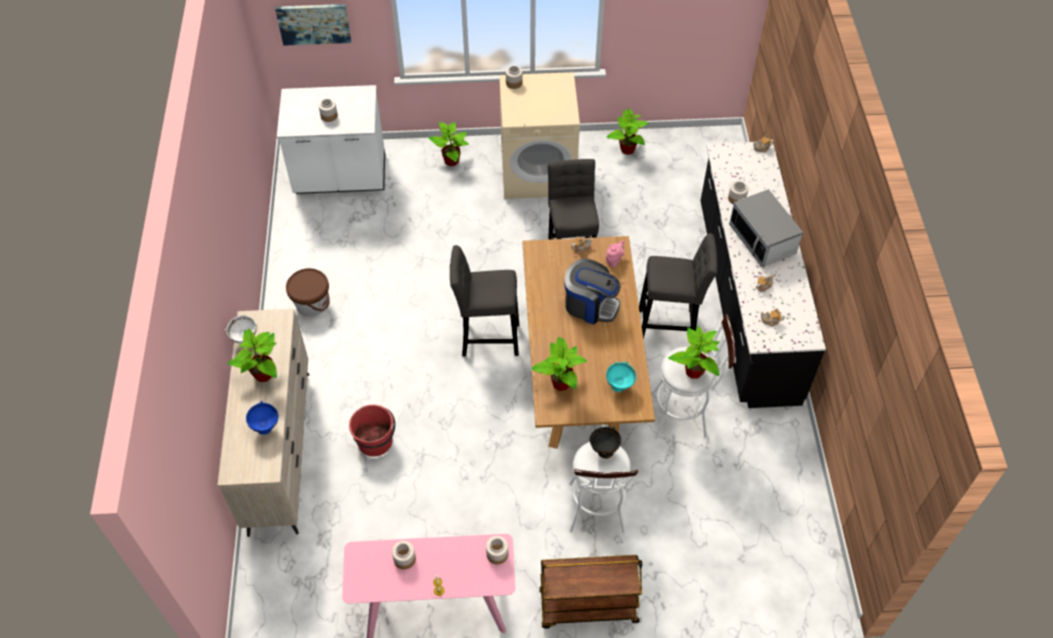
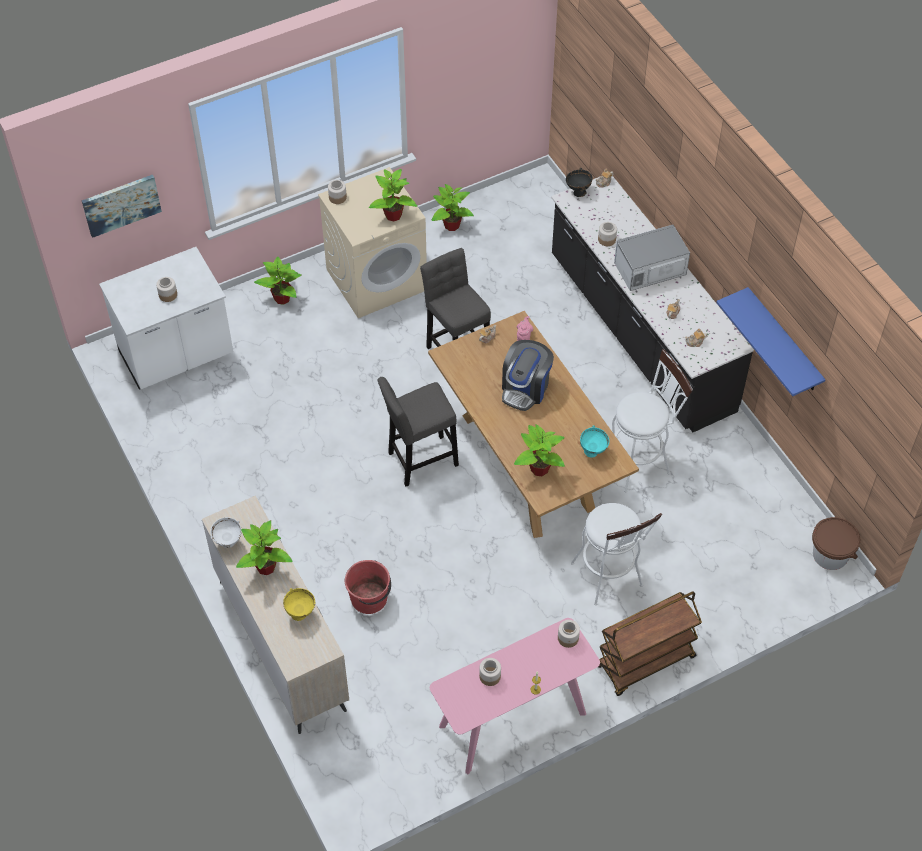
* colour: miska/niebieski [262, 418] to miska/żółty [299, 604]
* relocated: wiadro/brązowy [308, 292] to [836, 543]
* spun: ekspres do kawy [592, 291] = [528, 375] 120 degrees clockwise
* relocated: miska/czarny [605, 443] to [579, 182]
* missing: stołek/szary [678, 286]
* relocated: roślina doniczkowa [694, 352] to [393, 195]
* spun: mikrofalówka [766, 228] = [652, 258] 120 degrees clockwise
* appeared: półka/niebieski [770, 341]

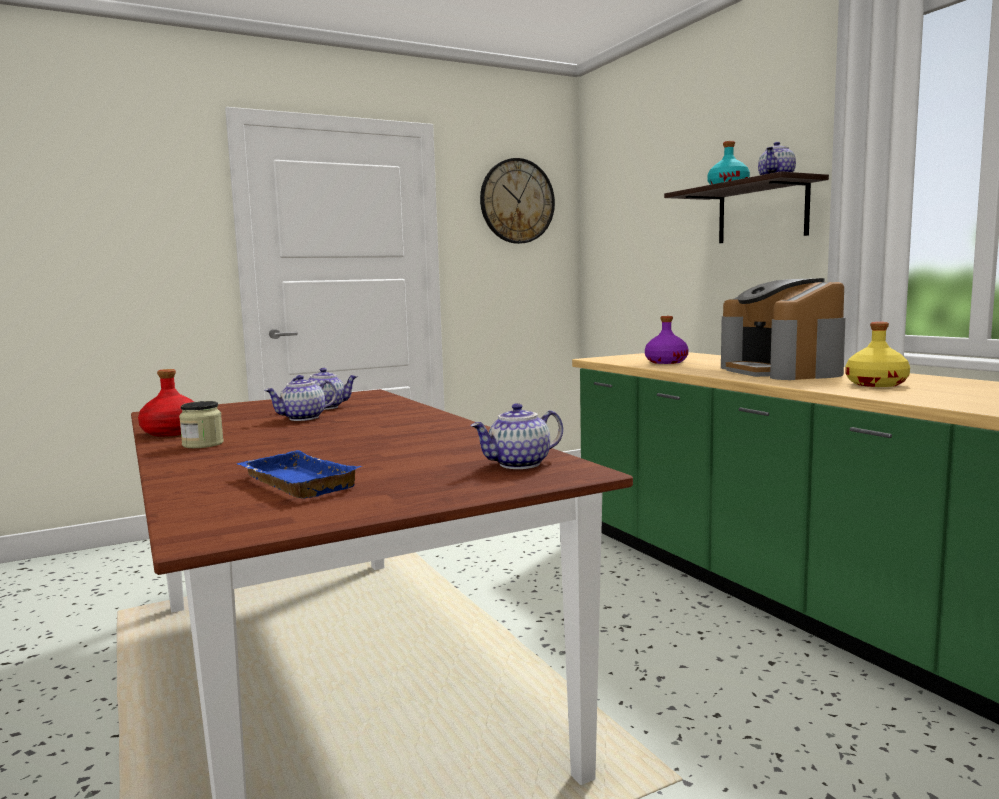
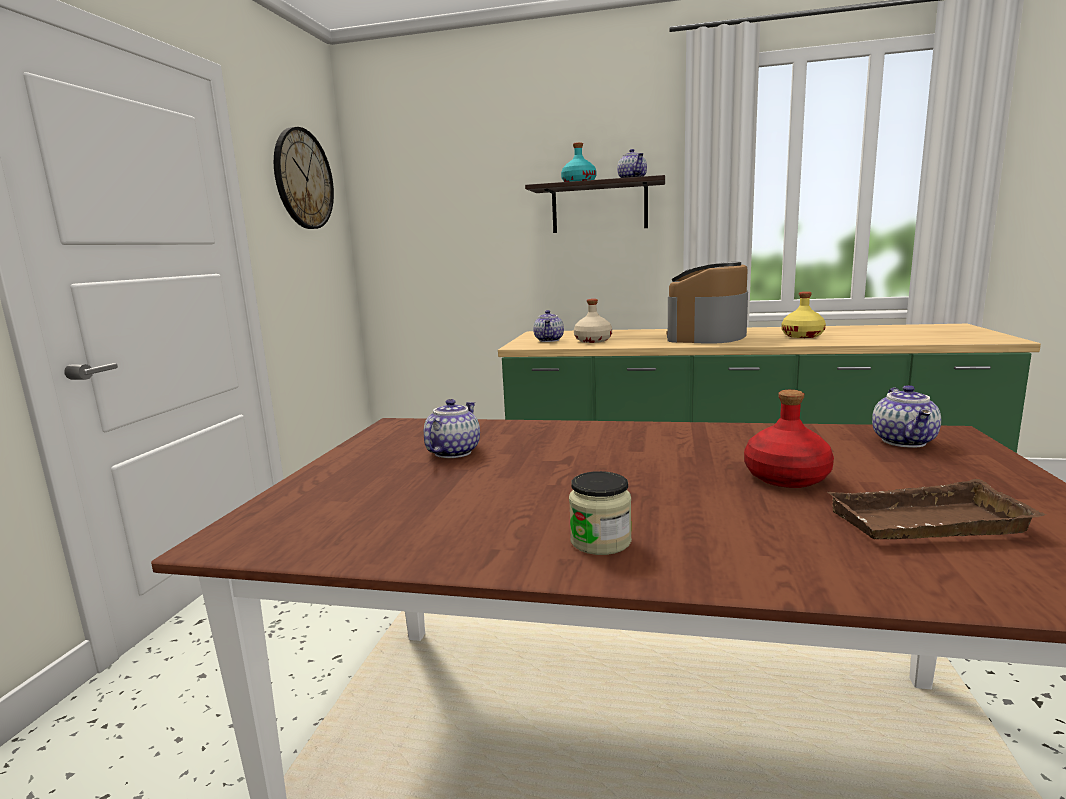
* relocated: butelka/czerwony [166, 402] to [789, 439]
* colour: taca/niebieski [299, 474] to taca/brązowy [937, 509]
* relocated: imbryk [300, 398] to [548, 326]
* colour: butelka/fioletowy [667, 340] to butelka/beżowy [593, 321]
* spun: ekspres do kawy [783, 329] = [707, 303] 90 degrees clockwise

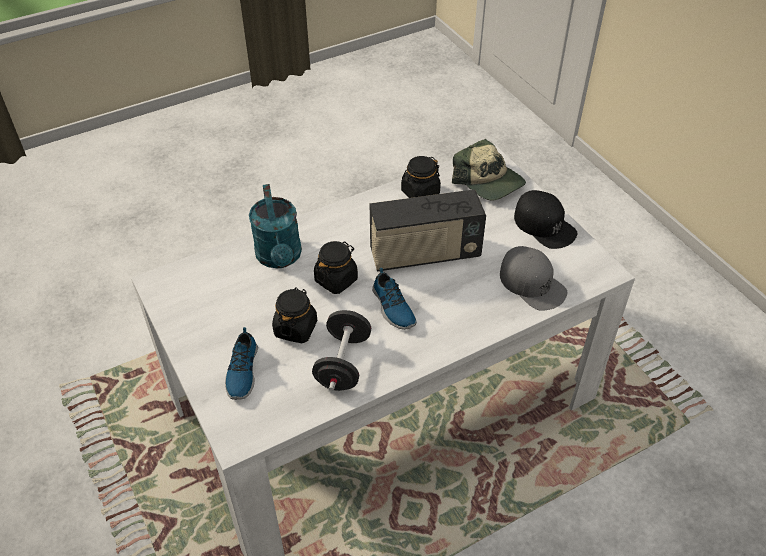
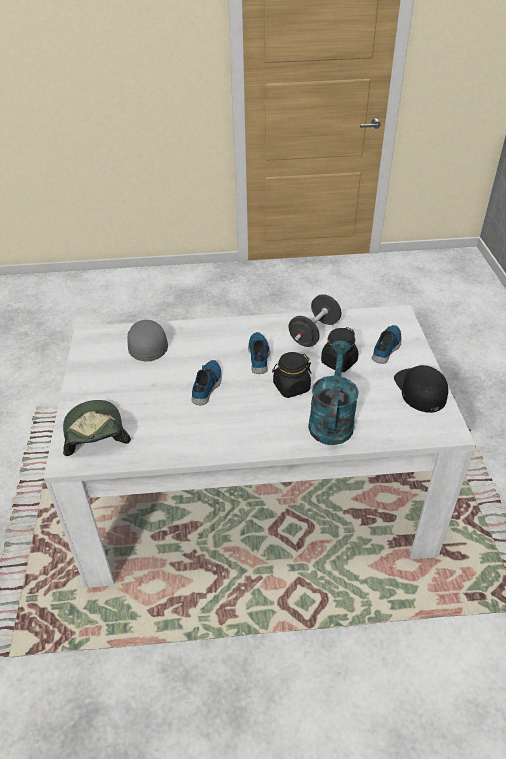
* exchanged: radio [428, 230] to but [206, 382]
* missing: słoik/czarny [421, 177]
* relocated: czapka z daszkiem/czarny [545, 219] to [421, 389]

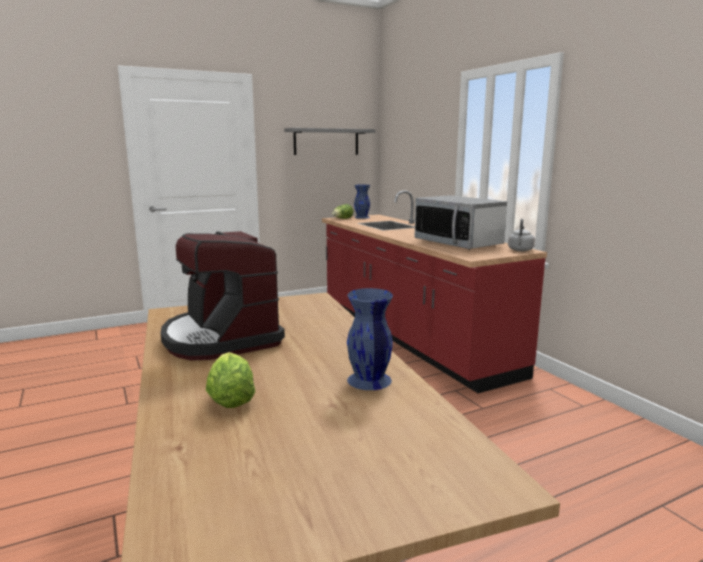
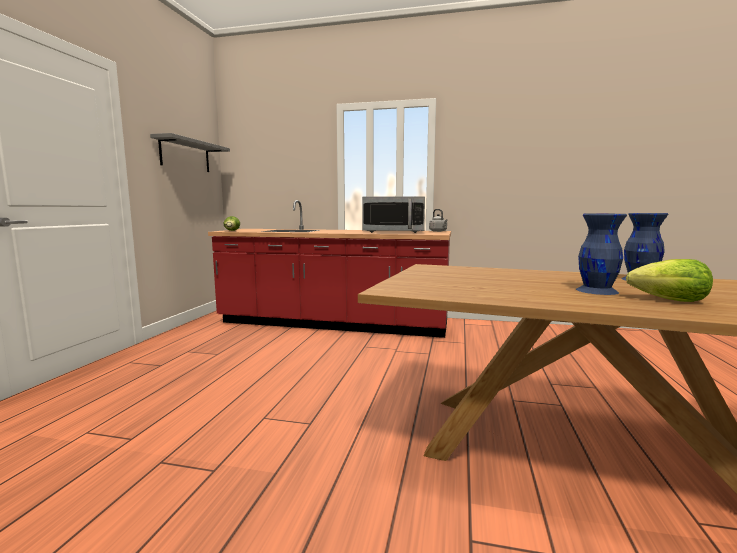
* missing: ekspres do kawy [223, 296]
* relocated: wazon/niebieski [362, 202] to [601, 254]

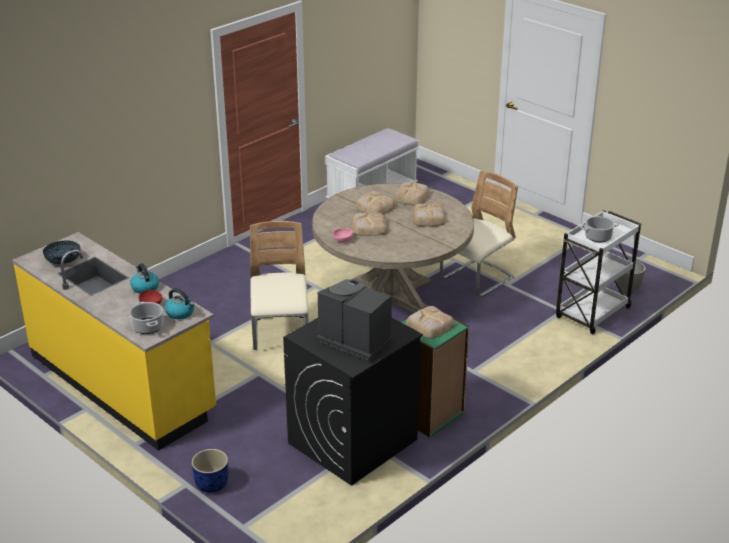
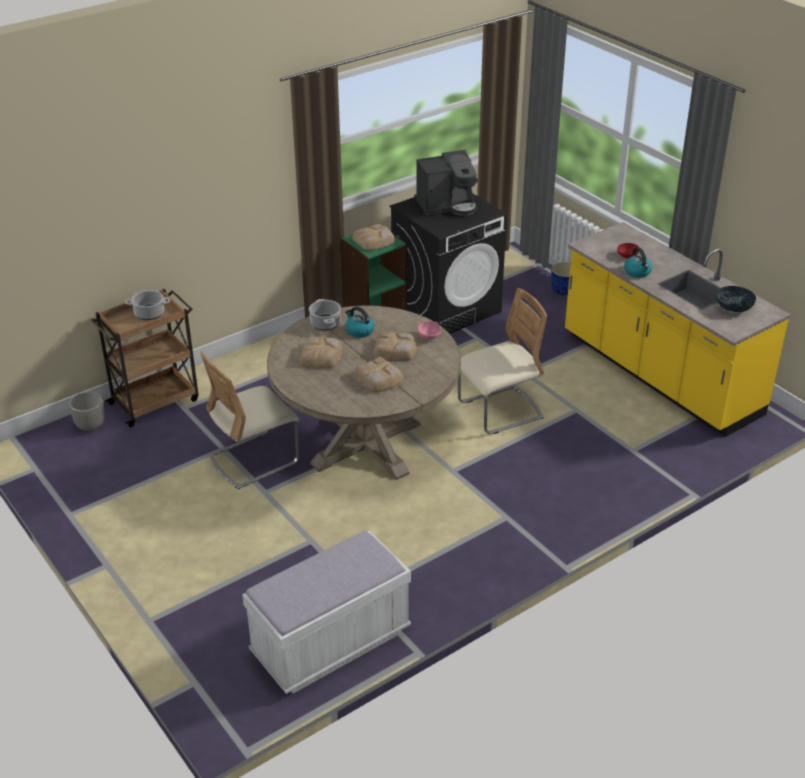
* relocated: garnek [146, 318] to [325, 314]
* relocated: czajnik [179, 303] to [359, 322]
* spun: krzesło/beżowy [279, 285] = [502, 361] 120 degrees counterclockwise
* spun: ekspres do kawy [354, 320] = [446, 183] 60 degrees counterclockwise
* missing: chleb [411, 194]
* colour: wózek/biały [599, 272] to wózek/brązowy [145, 358]

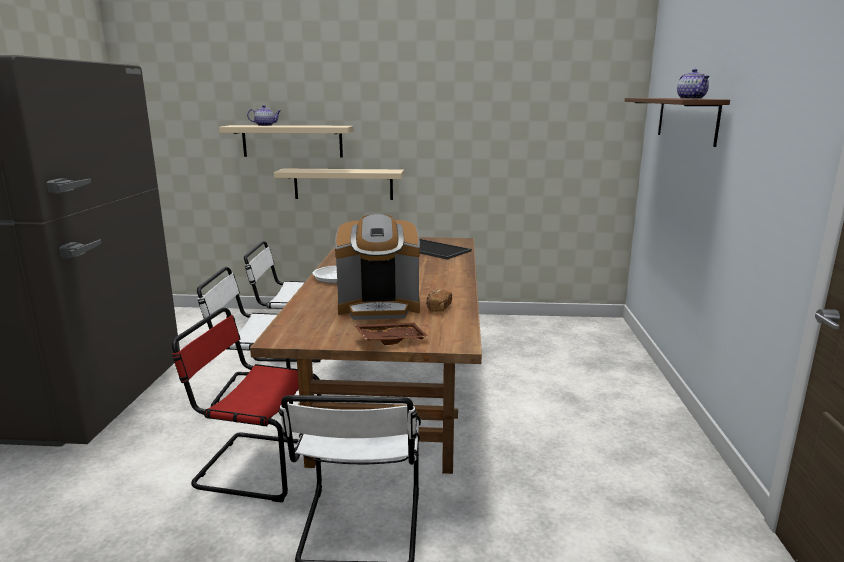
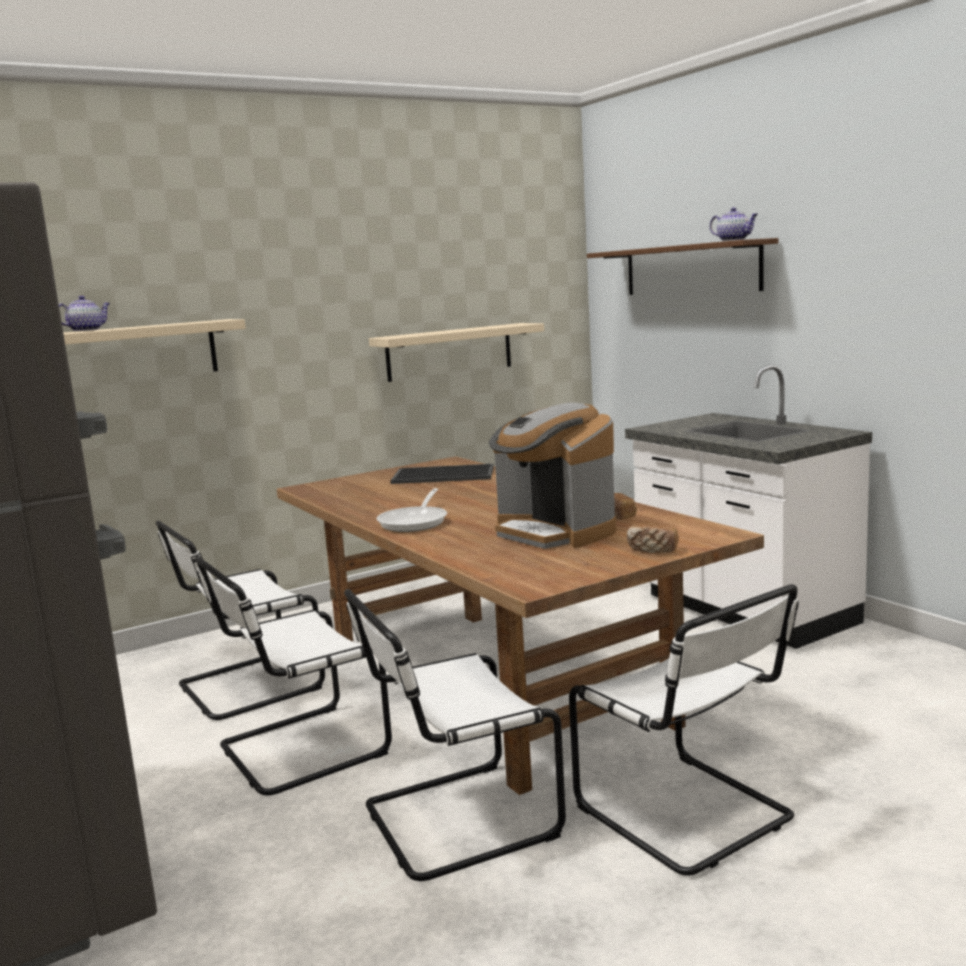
* colour: krzesło/czerwony [246, 405] to krzesło/biały [455, 735]
* relocated: półka/beżowy [339, 184] to [456, 352]
* spun: ekspres do kawy [377, 267] = [552, 476] 90 degrees clockwise
* exchanged: taca/brązowy [391, 333] to chleb [653, 538]
* appeared: zabudowa kuchenna/biały [748, 507]

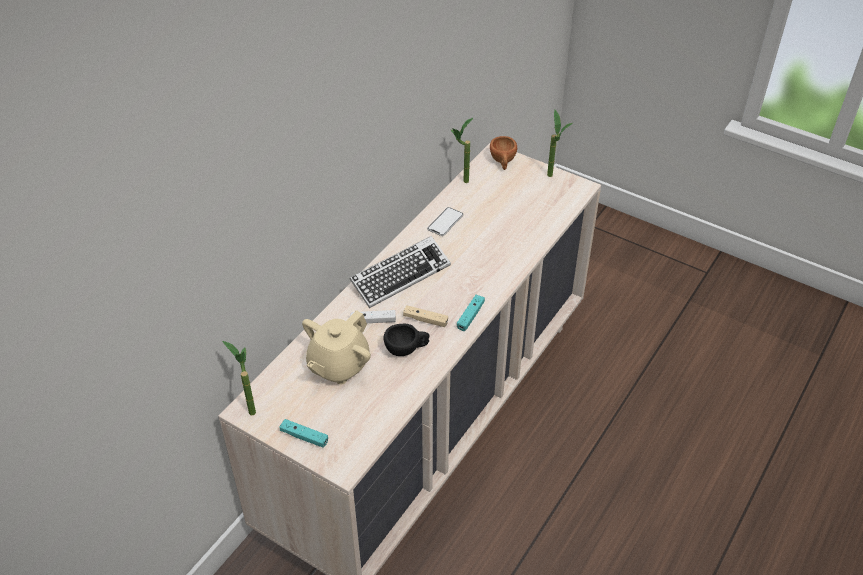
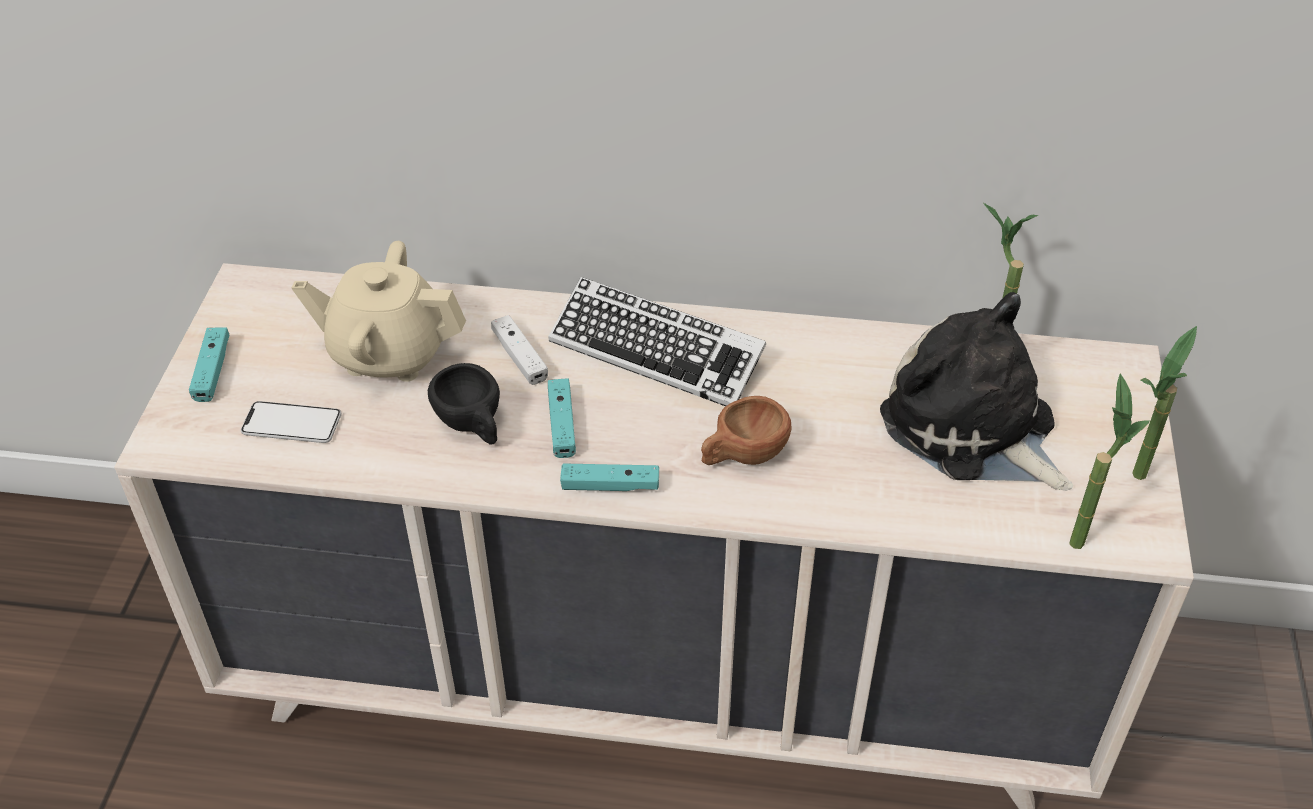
* relocated: roślina doniczkowa [239, 378] to [1109, 461]
* colour: pad do gier/beżowy [425, 316] to pad do gier/turkusowy [562, 418]
* relocated: telefon [445, 221] to [291, 422]
* relocated: filiżanka/brązowy [503, 153] to [746, 430]
* appeared: pluszak [976, 391]

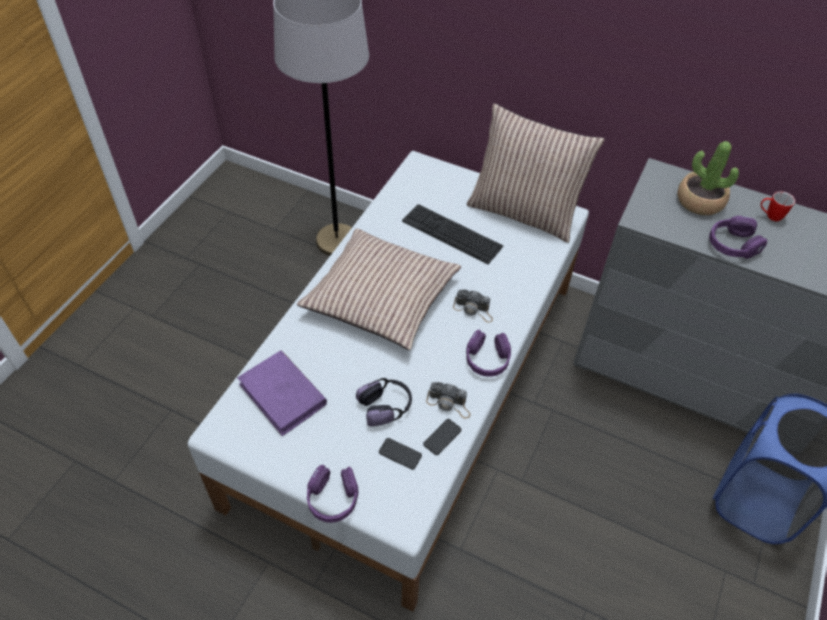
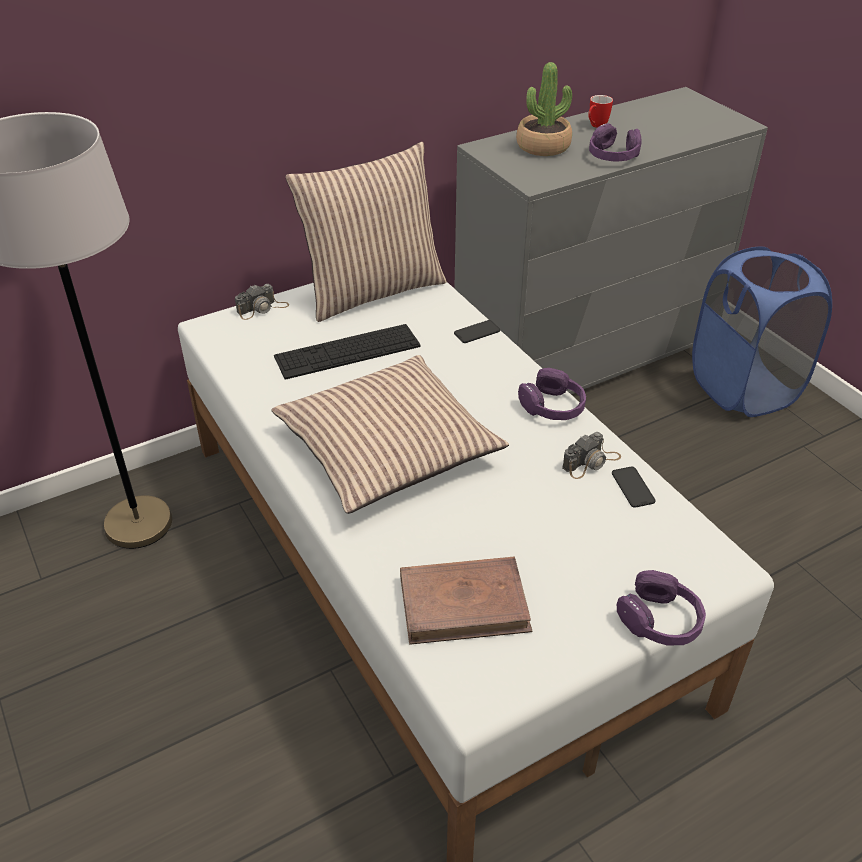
* colour: książka/fioletowy [282, 393] to książka/brązowy [466, 600]
* missing: słuchawki [384, 402]
* relocated: telefon [400, 454] to [477, 331]
* relocated: aparat fotograficzny [473, 306] to [262, 302]

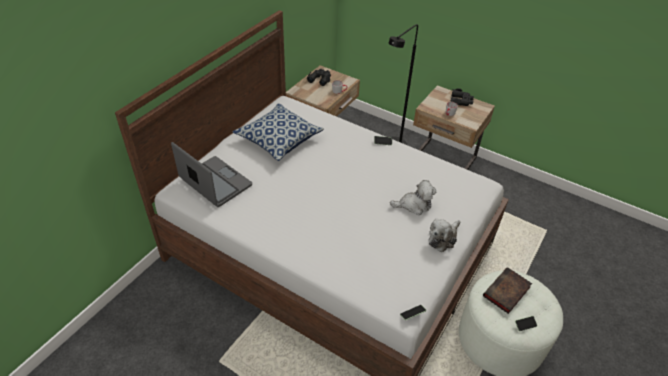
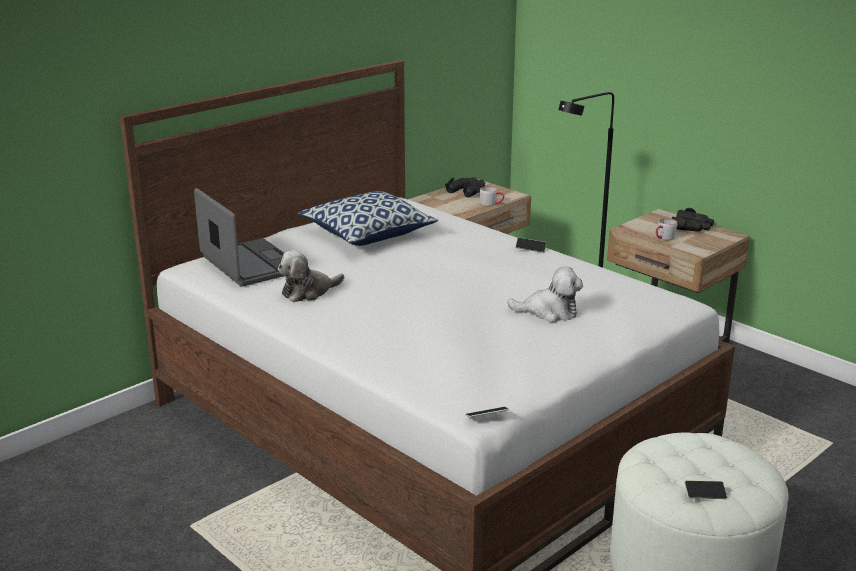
* relocated: pluszak [444, 235] to [311, 276]
* missing: książka [507, 290]

